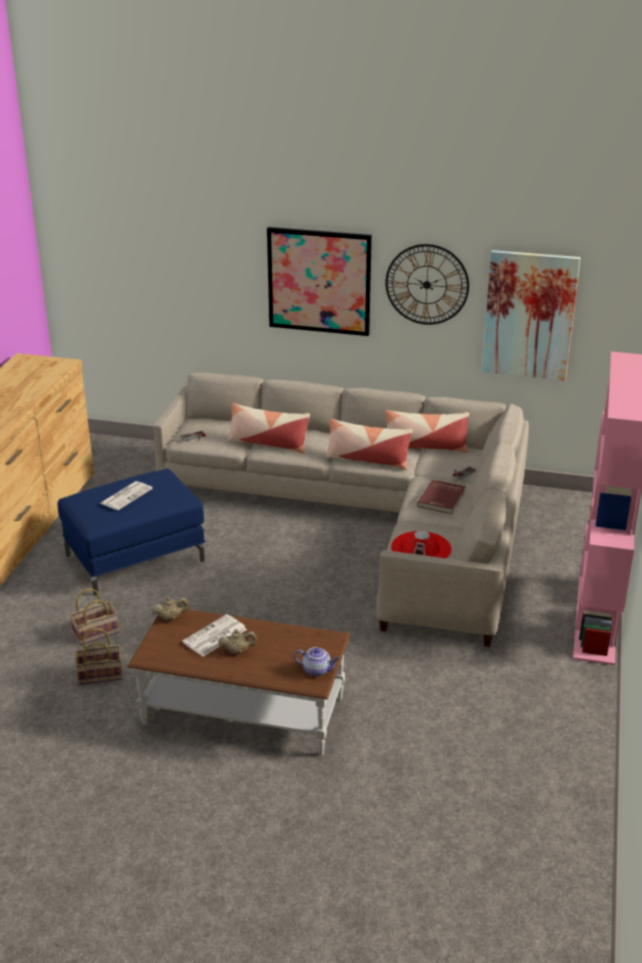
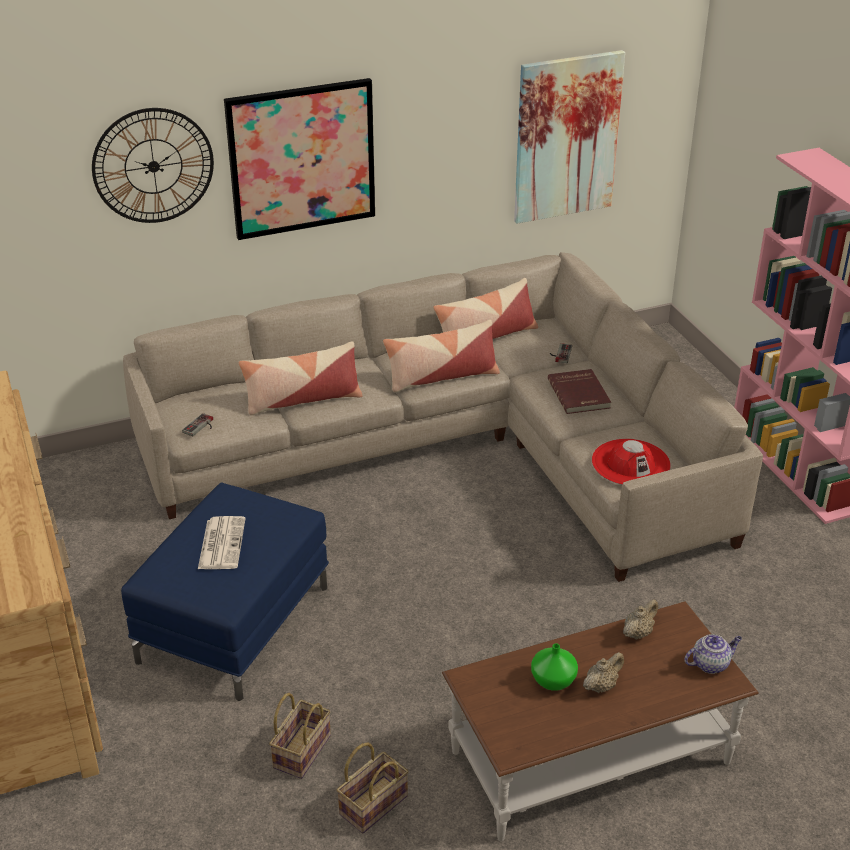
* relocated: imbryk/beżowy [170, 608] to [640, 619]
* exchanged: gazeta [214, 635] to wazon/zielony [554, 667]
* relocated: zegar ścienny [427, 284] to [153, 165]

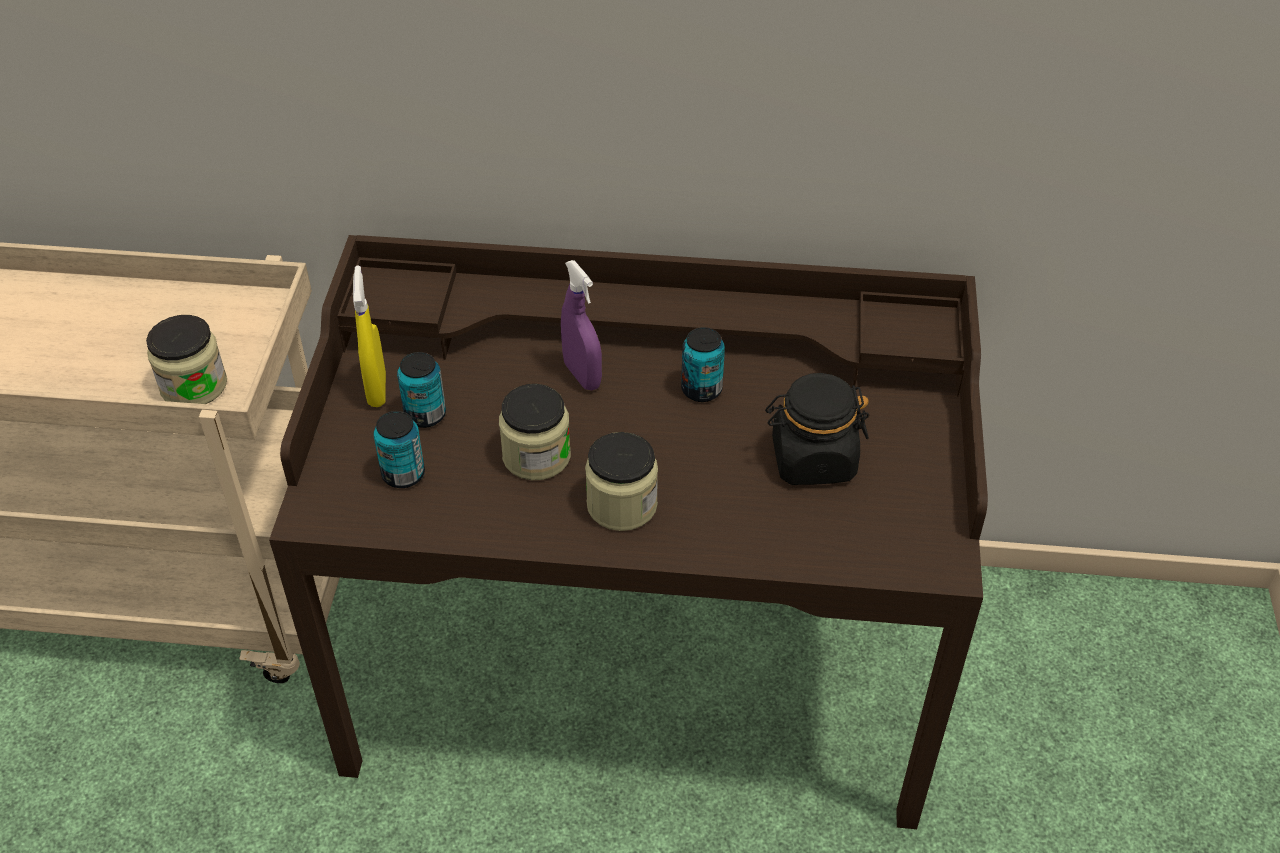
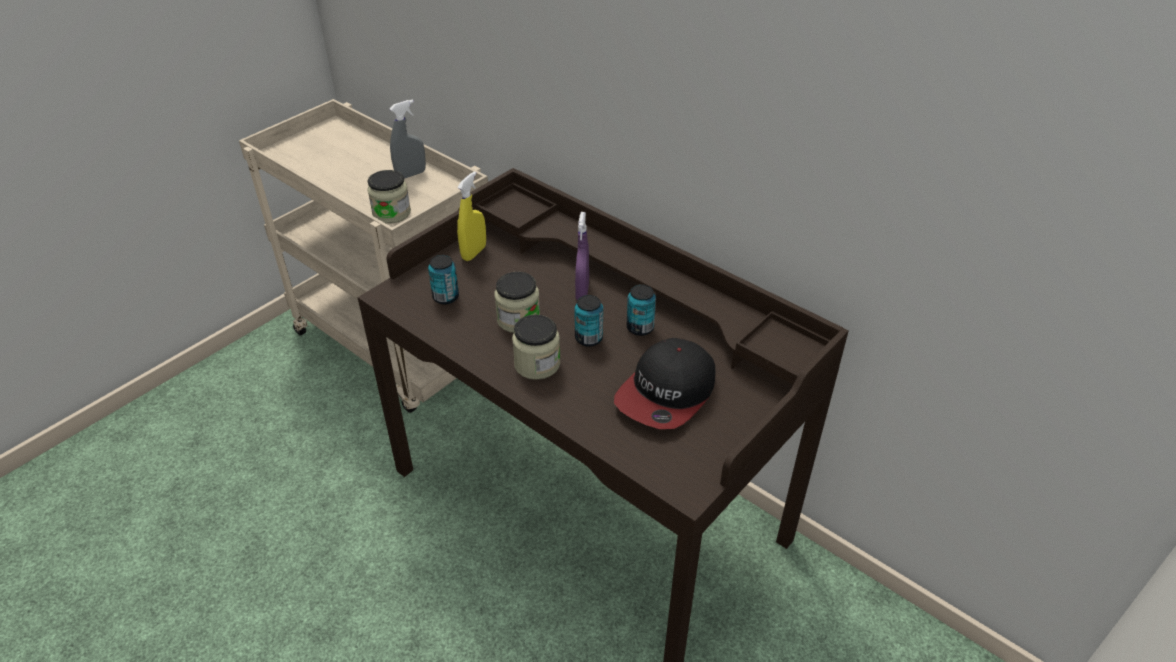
* relocated: puszka [421, 390] to [588, 321]
* exchanged: słoik/czarny [817, 429] to czapka z daszkiem [664, 383]
* appeared: spryskiwacz/szary [408, 139]

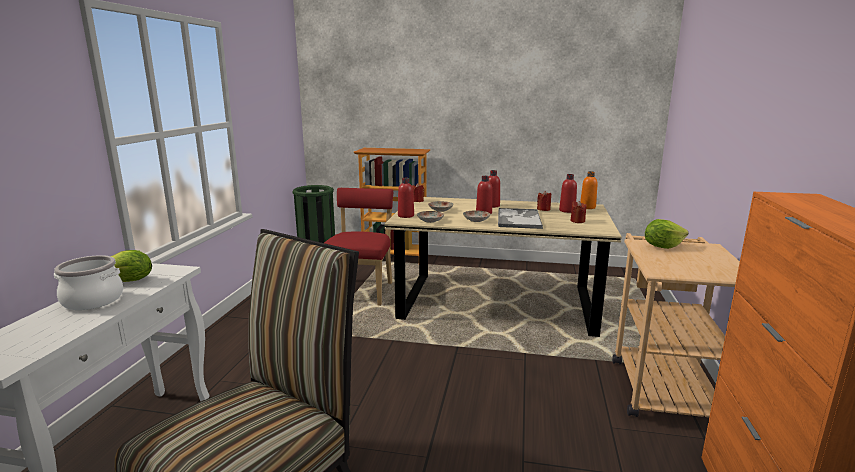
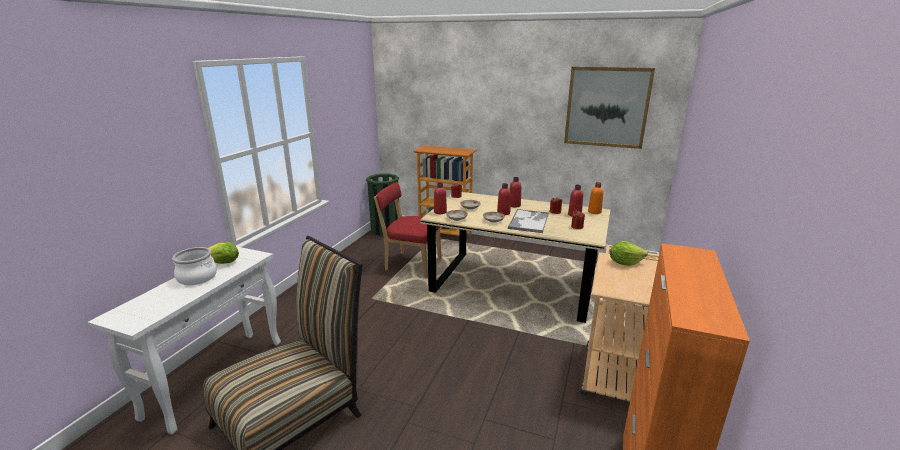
* spun: krzesło/czerwony [358, 247] = [407, 229] 90 degrees counterclockwise
* appeared: obraz [609, 108]

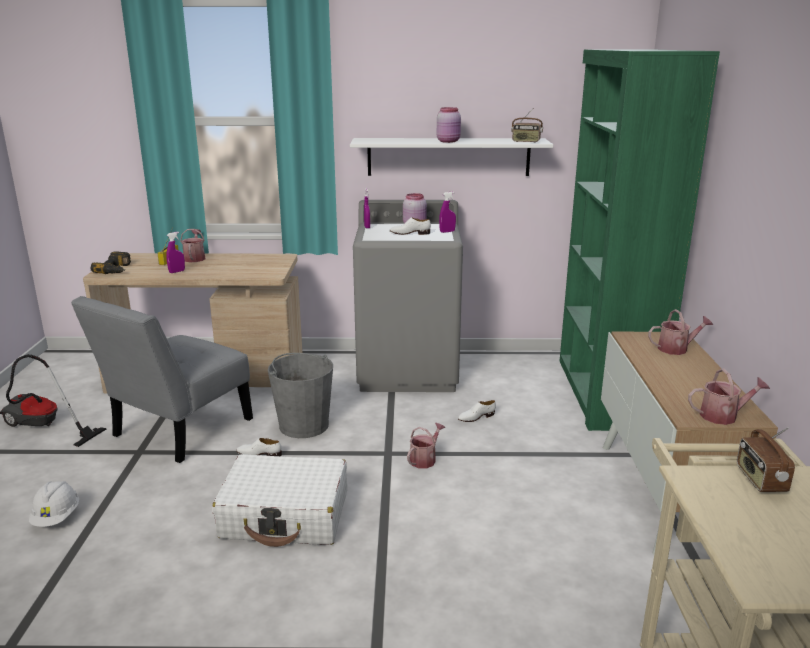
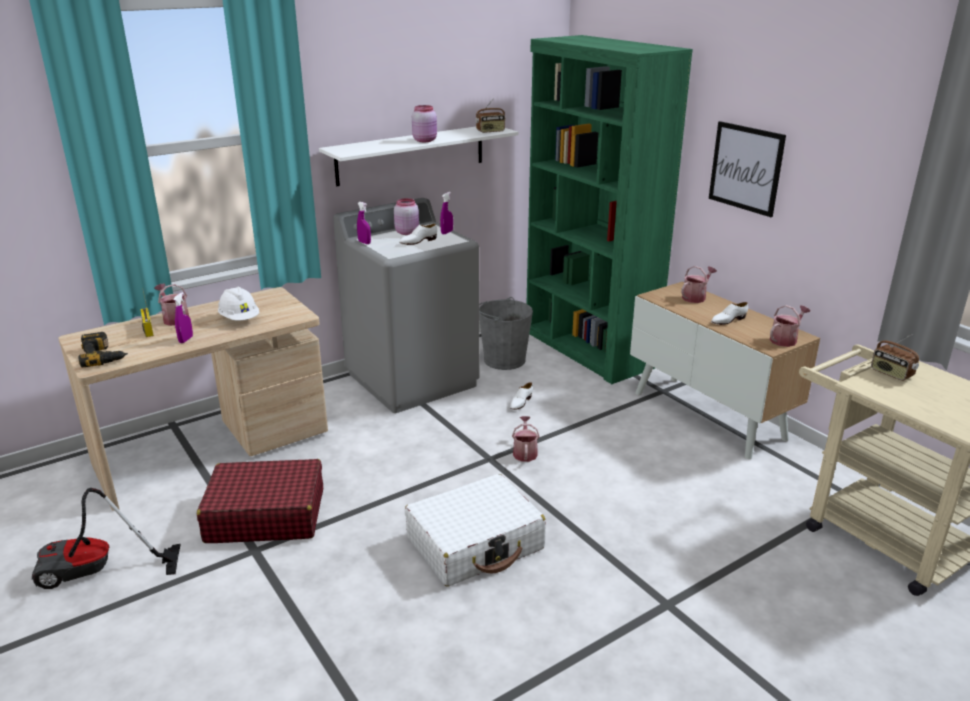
* relocated: kask/biały [54, 504] to [239, 303]
* exchanged: krzesło/szary [162, 379] to walizka/czerwony [260, 501]
* relocated: but/biały [259, 447] to [729, 313]
* relocated: wiadro/szary [300, 395] to [506, 333]
* appeared: obraz [747, 169]

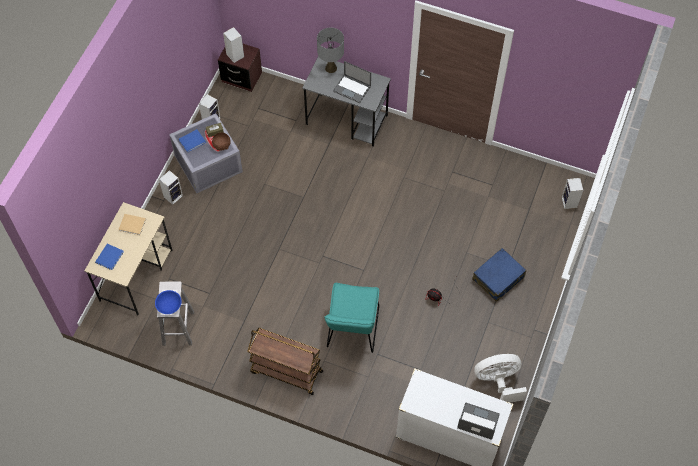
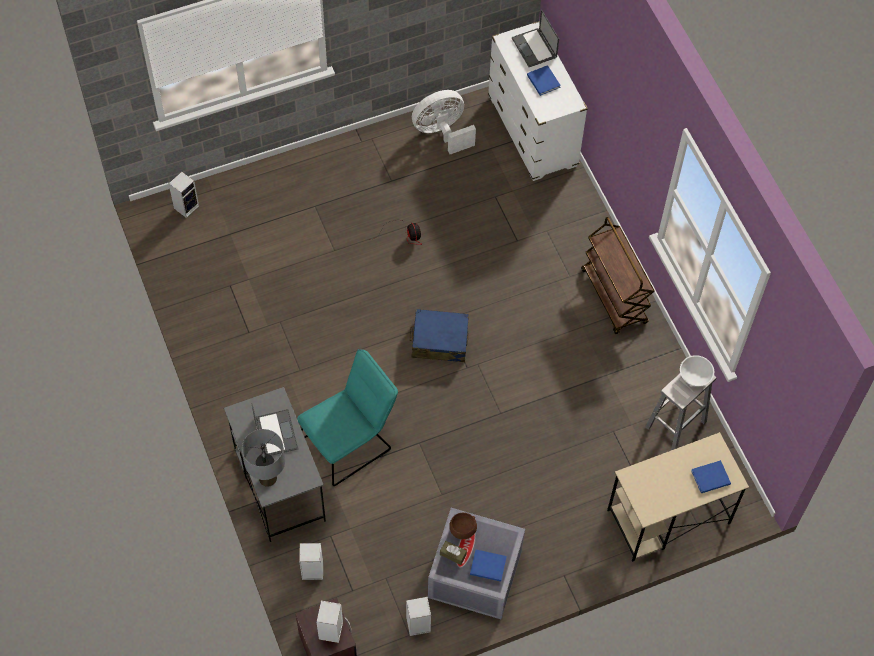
* missing: książka/beżowy [132, 224]
* colour: miska/niebieski [168, 302] to miska/biały [697, 370]
* relocated: głośnik [171, 187] to [311, 561]
* relocated: krzesło/turkusowy [351, 318] to [347, 417]
* relocated: walizka/niebieski [499, 275] to [439, 335]
* spun: wentylator/biały [501, 378] = [444, 122] 120 degrees clockwise
* appeared: książka/niebieski [544, 80]

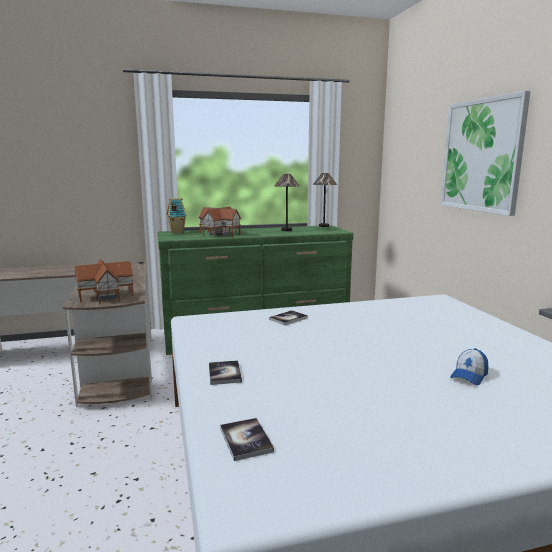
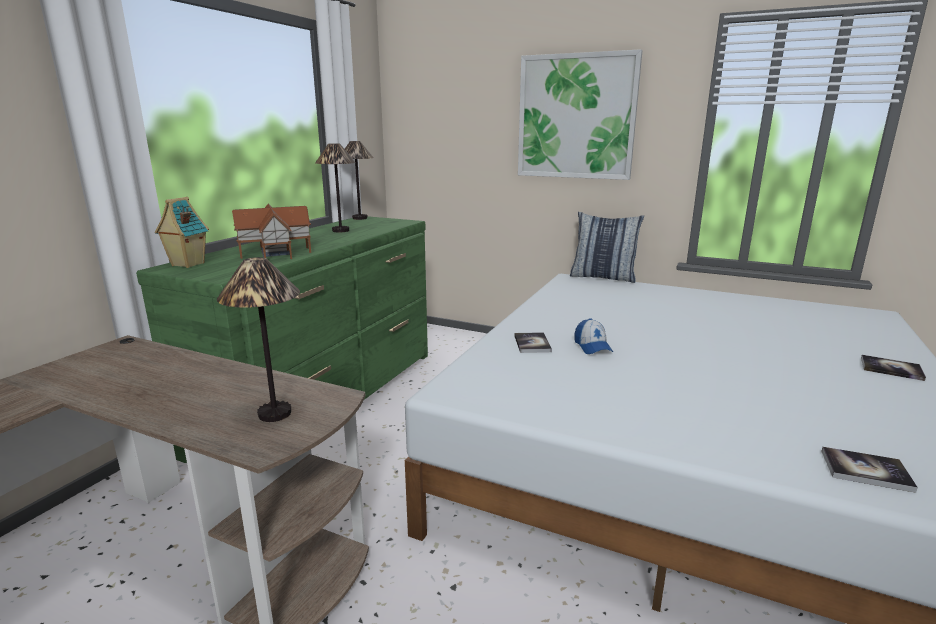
* exchanged: domek [104, 281] to lampa stołowa [258, 339]
* relocated: książka [225, 372] to [893, 368]
* relocated: czapka z daszkiem [469, 366] to [594, 336]
* appeared: poduszka [607, 247]

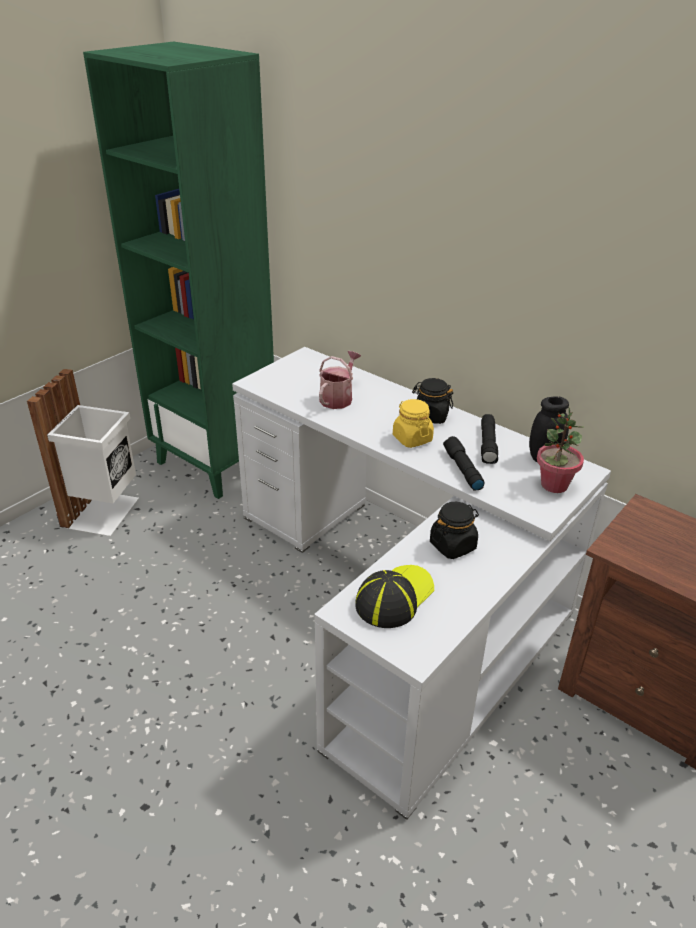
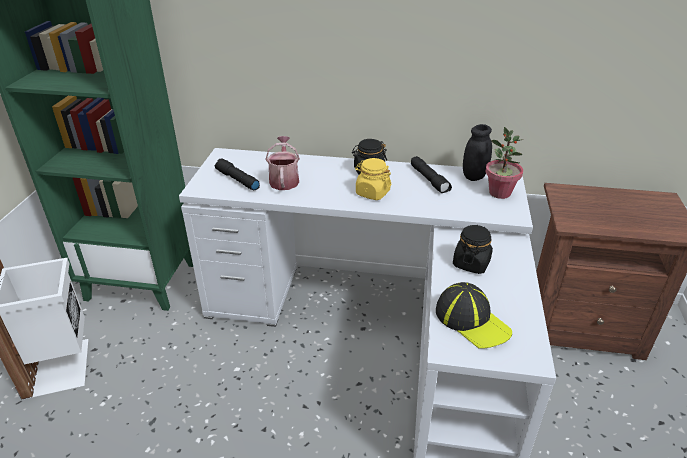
* spun: czapka z daszkiem [394, 596] = [474, 315] 135 degrees clockwise
* relocated: latarka/czarny [463, 463] to [237, 174]

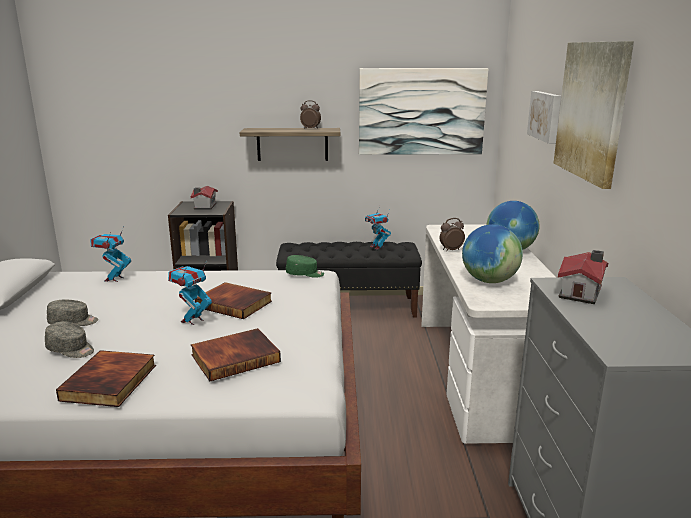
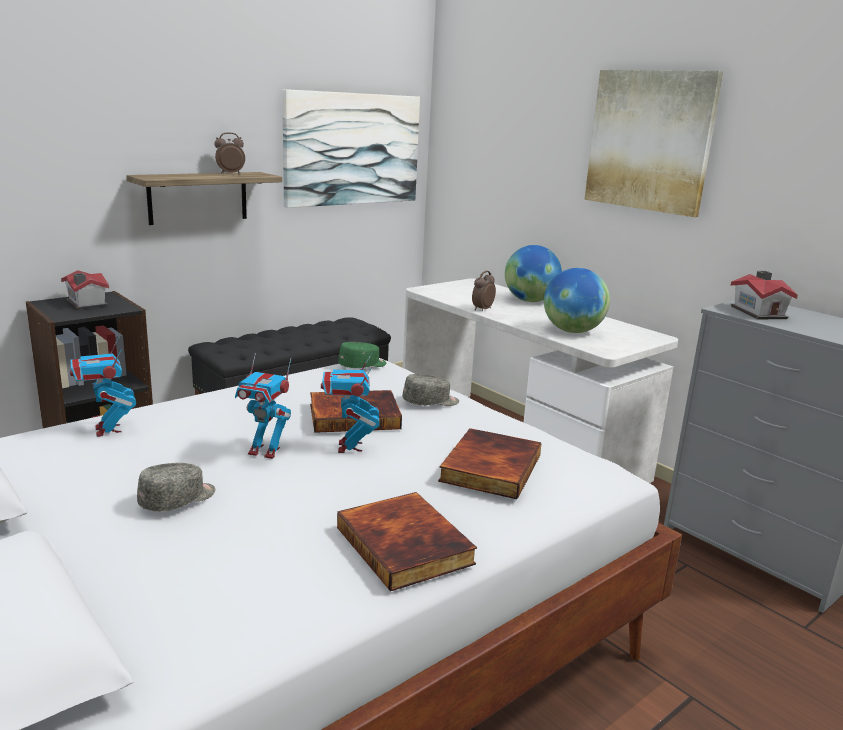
* relocated: czapka z daszkiem/szary [69, 339] to [431, 390]
* relocated: robot zabawkowy [378, 228] to [263, 406]
* missing: obraz [544, 117]

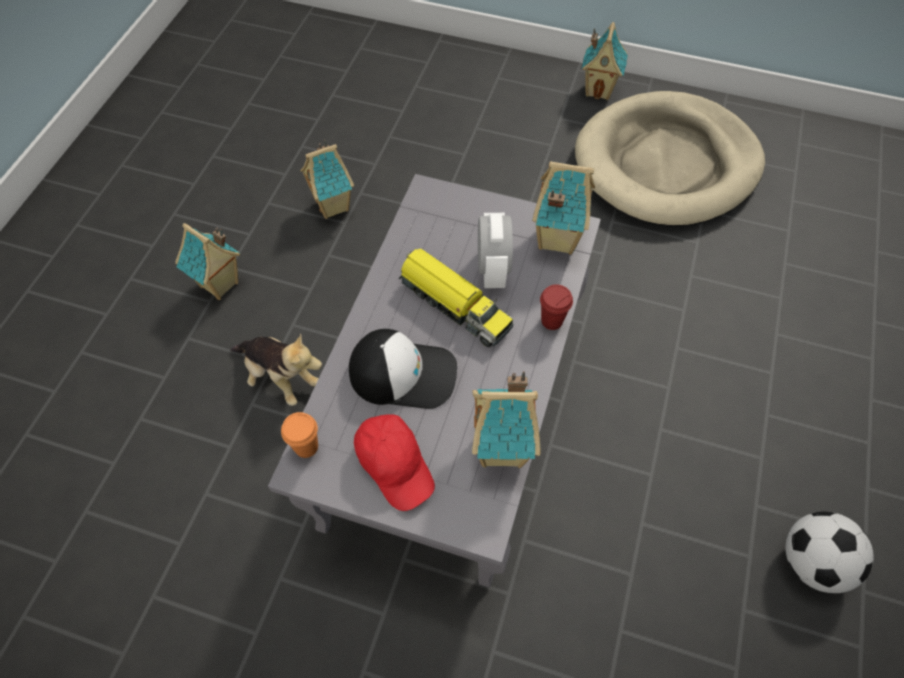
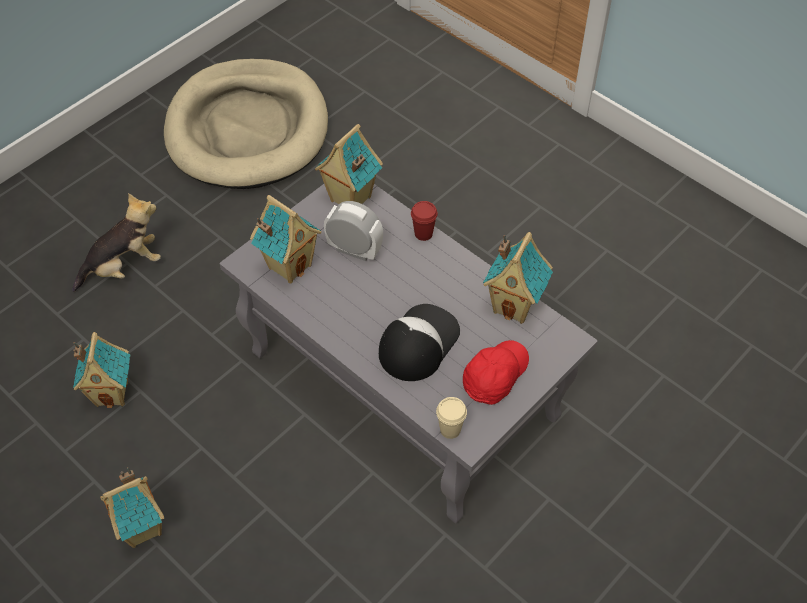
* relocated: pluszak [276, 369] to [116, 242]
* colour: filiżanka/pomarańczowy [299, 435] to filiżanka/beżowy [451, 418]
* spun: czapka z daszkiem/czerwony [394, 462] = [496, 372] 45 degrees counterclockwise
* missing: ciężarówka zabawkowa [456, 298]
* relocated: domek [605, 61] to [285, 239]
* missing: piłka futbolowa [829, 552]

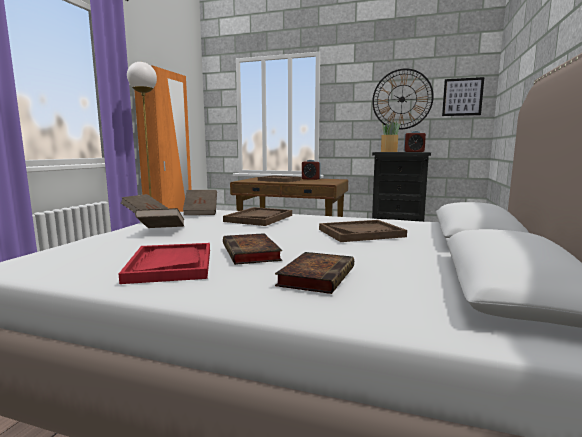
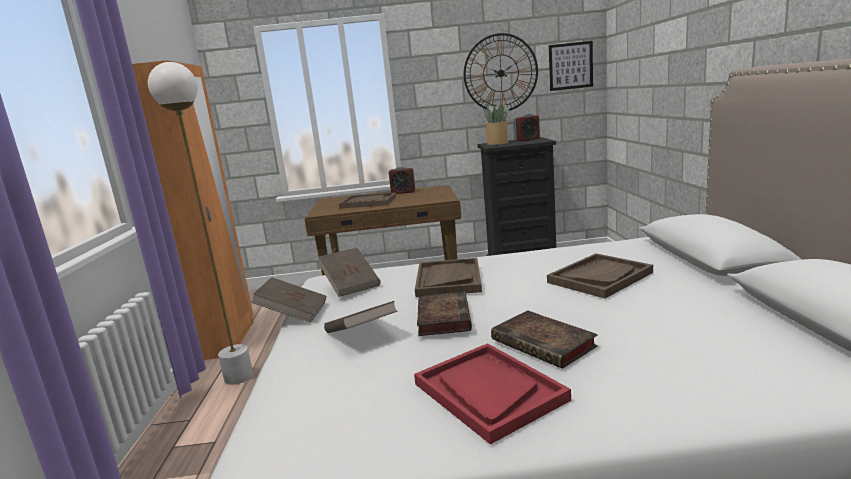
* relocated: książka [314, 273] to [444, 313]

